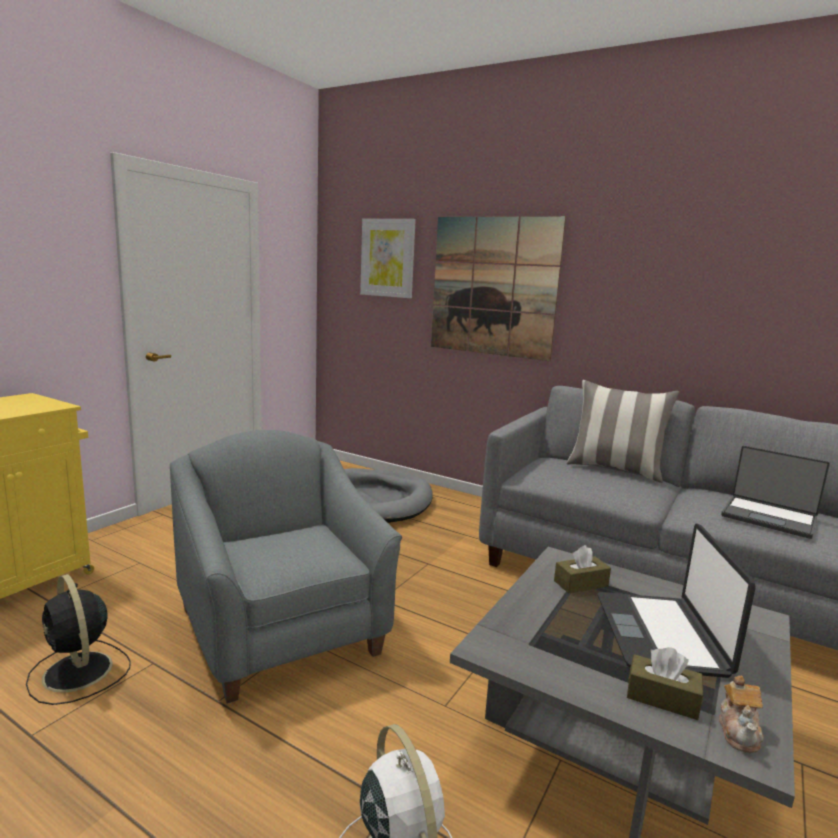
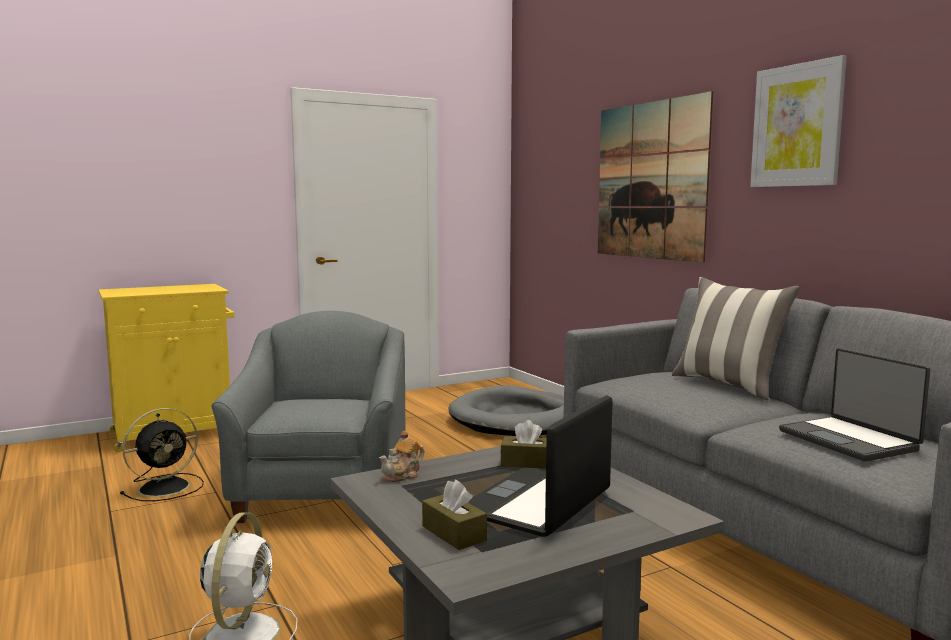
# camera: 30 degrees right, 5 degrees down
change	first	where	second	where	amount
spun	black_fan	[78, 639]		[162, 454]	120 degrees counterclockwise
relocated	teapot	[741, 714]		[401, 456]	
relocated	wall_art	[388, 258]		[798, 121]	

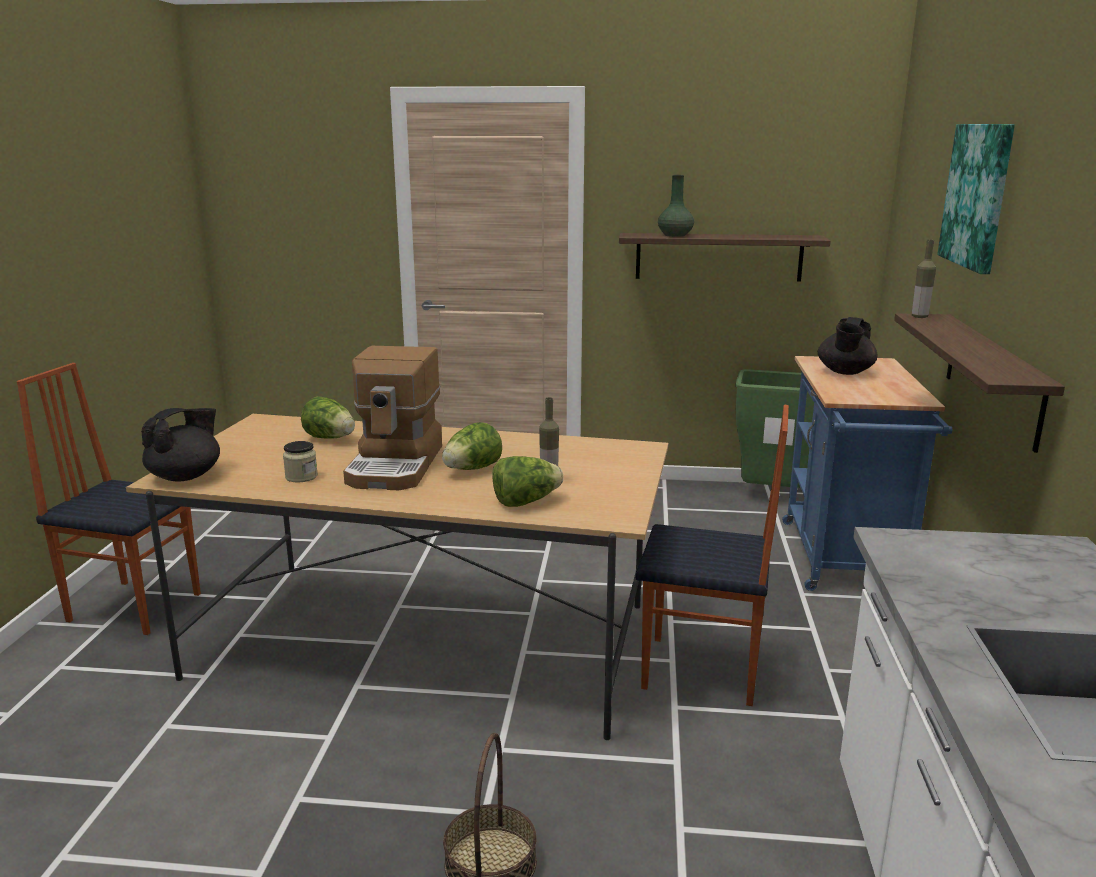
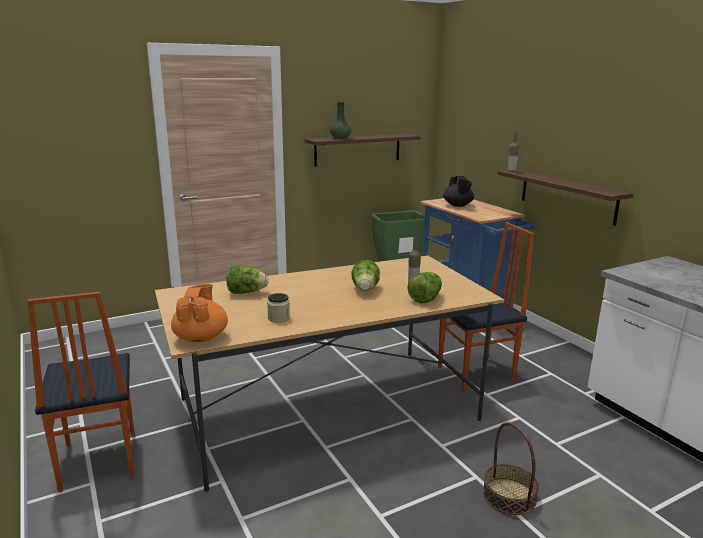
# camera: 35 degrees left, 0 degrees up
change	first	where	second	where	amount
spun	upright_chair	[109, 499]		[80, 392]	90 degrees counterclockwise
colour	black_teapot	[180, 444]	orange-coloured_teapot	[199, 313]	
missing	coffee_machine	[392, 418]			
missing	wall_art	[976, 199]			

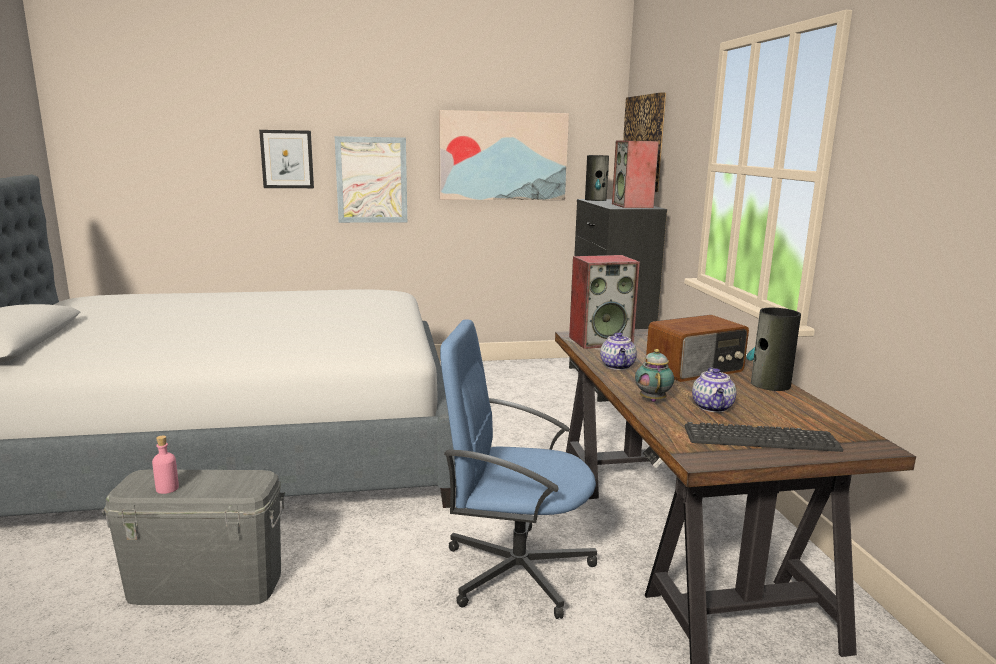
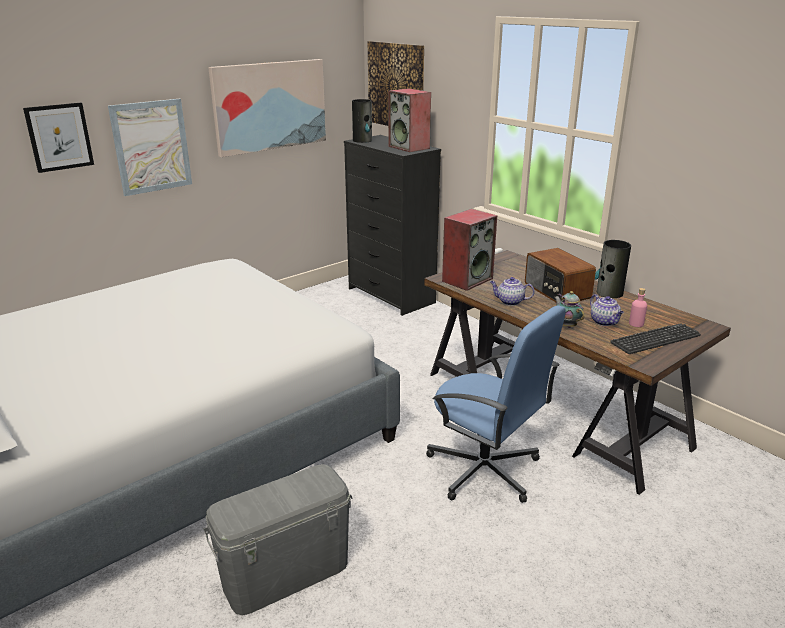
# camera: 30 degrees left, 10 degrees up
change	first	where	second	where	amount
spun	blue-coloured_desk_chair	[518, 469]		[495, 404]	120 degrees counterclockwise
spun	teapot	[618, 351]		[512, 291]	135 degrees clockwise
spun	radio_receiver	[697, 348]		[560, 275]	120 degrees clockwise
relocated	pink-coloured_bottle	[165, 465]		[638, 307]	

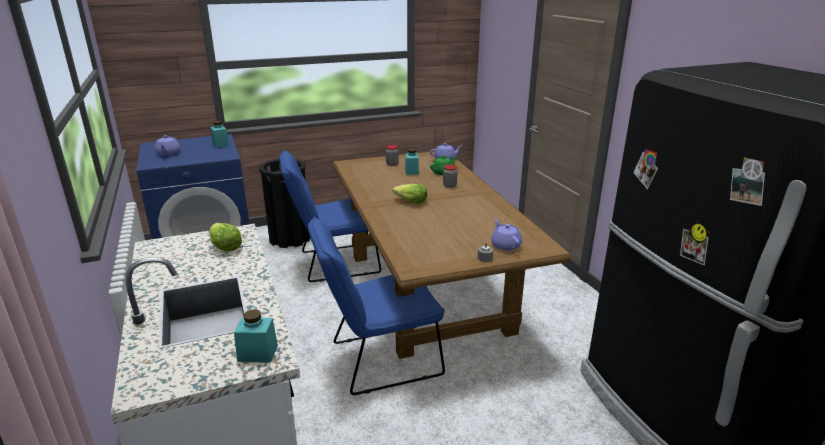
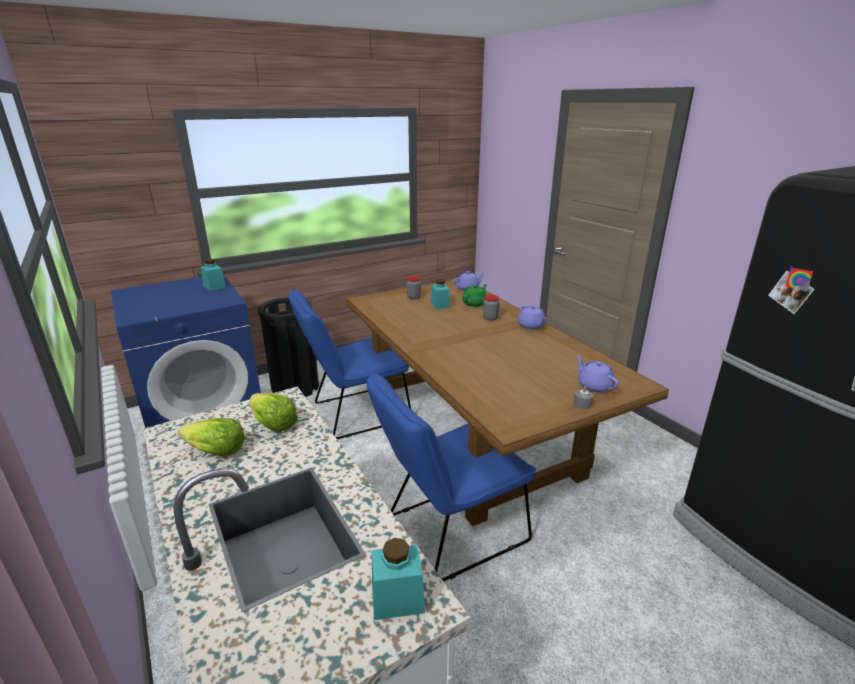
# camera: 10 degrees left, 0 degrees up
change	first	where	second	where	amount
relocated	lettuce	[409, 194]		[211, 437]	
relocated	purple_teapot	[167, 145]		[532, 317]	

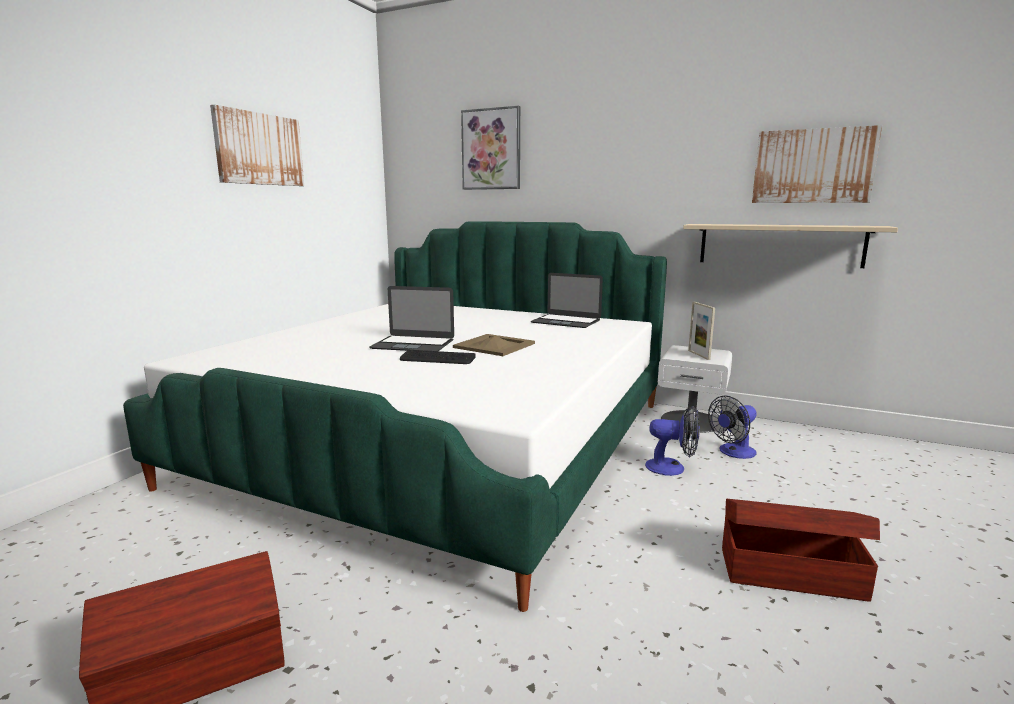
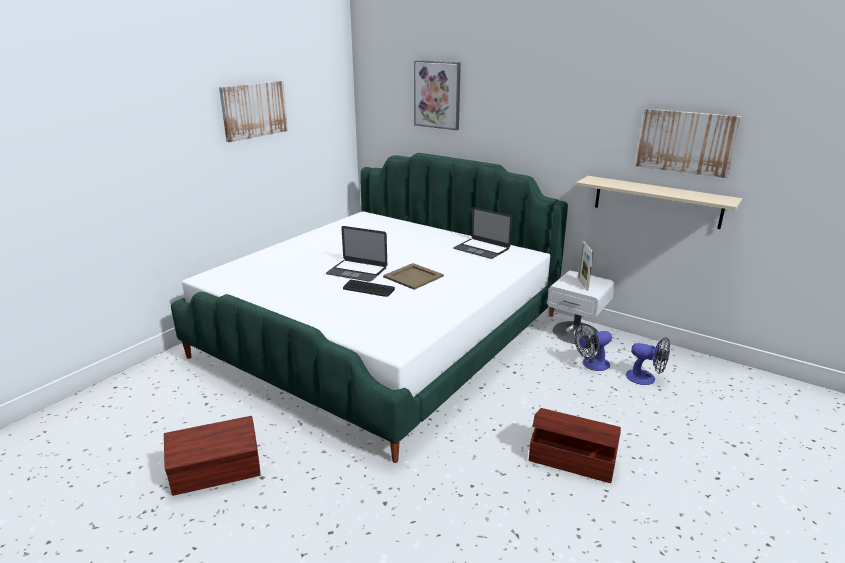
# camera: 10 degrees right, 10 degrees up
change	first	where	second	where	amount
relocated	fan	[672, 441]		[648, 361]	

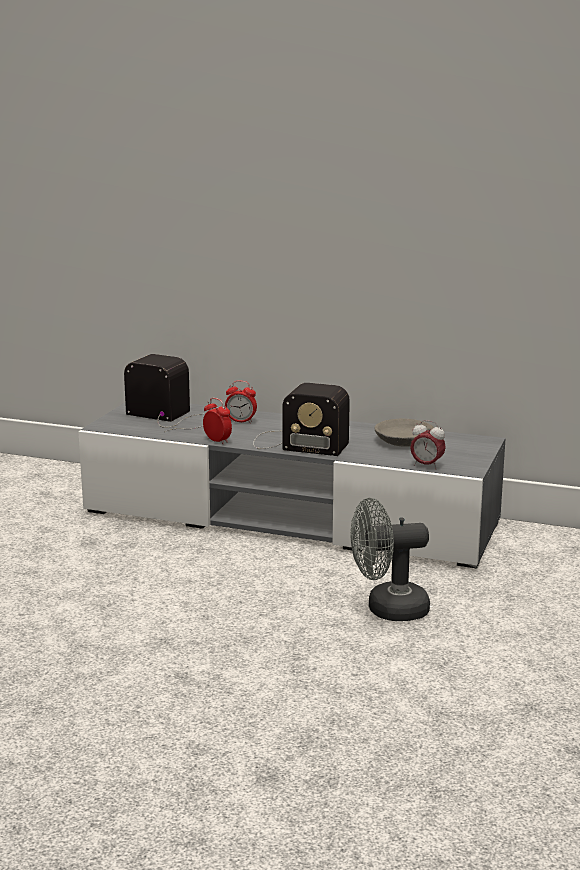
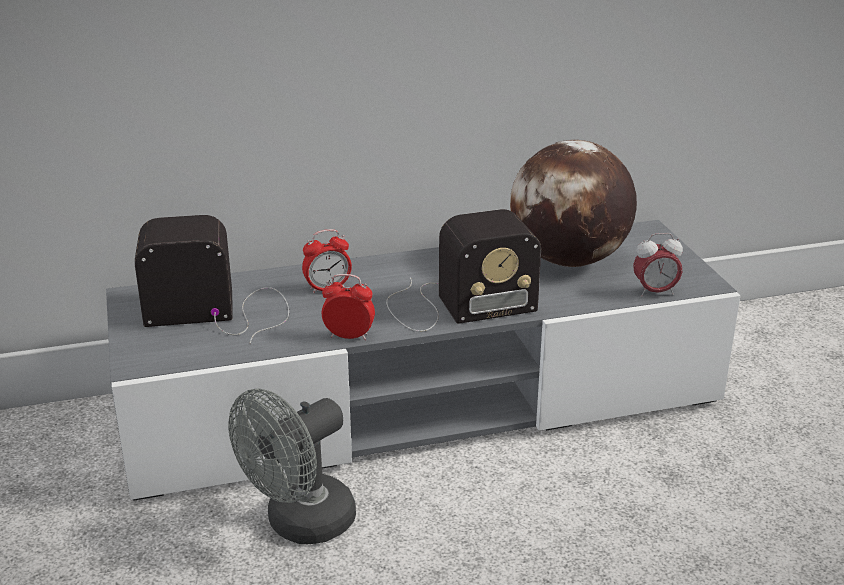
# camera: 35 degrees left, 10 degrees up
change	first	where	second	where	amount
relocated	gray_fan	[390, 559]		[292, 466]	
exchanged	gray_bowl	[404, 433]	world_globe	[573, 203]	

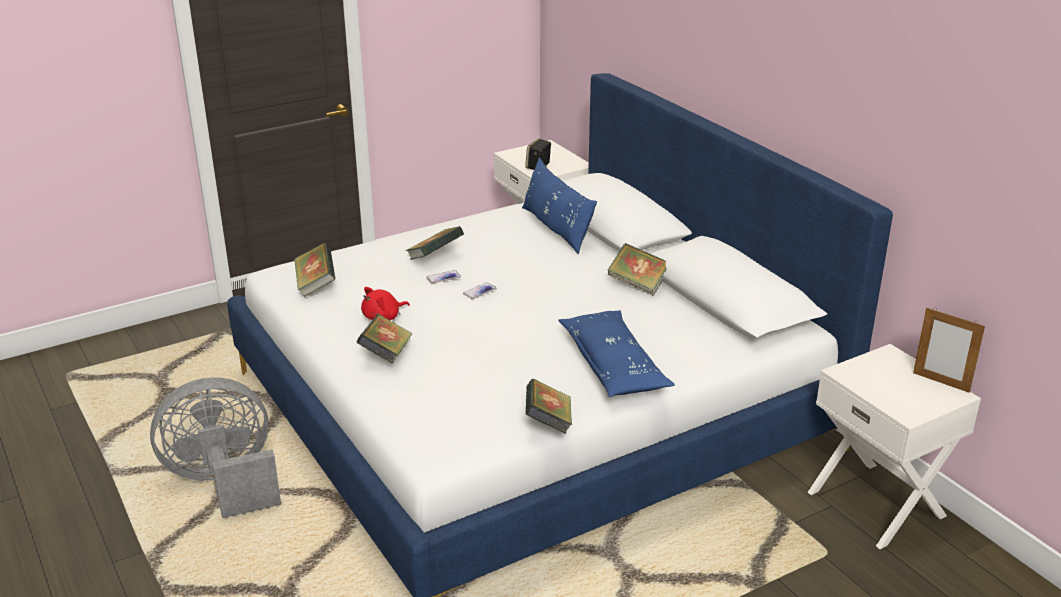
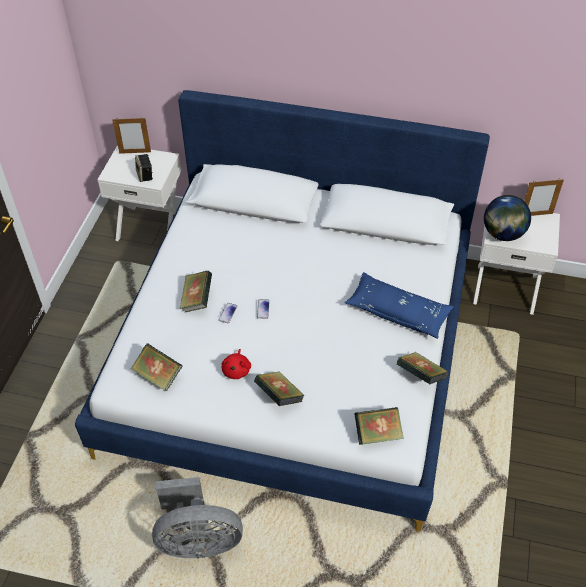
# camera: 45 degrees left, 20 degrees up
change	first	where	second	where	amount
appeared			picture_frame	[131, 135]	
spun	gray_fan	[215, 447]		[197, 518]	120 degrees counterclockwise
relocated	bound_book	[637, 269]		[379, 426]	
appeared			world_globe	[507, 218]	
missing	blue-coloured_pillow	[559, 206]			

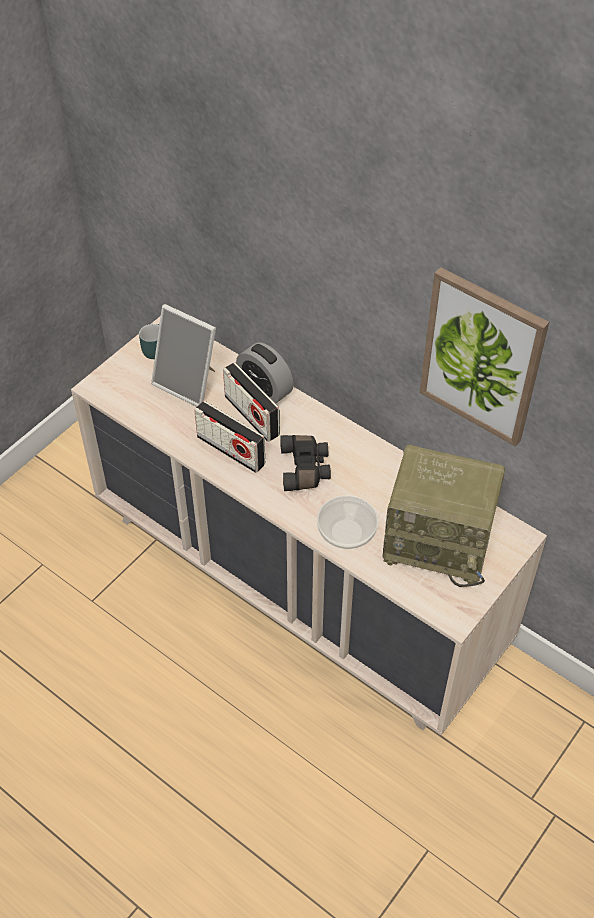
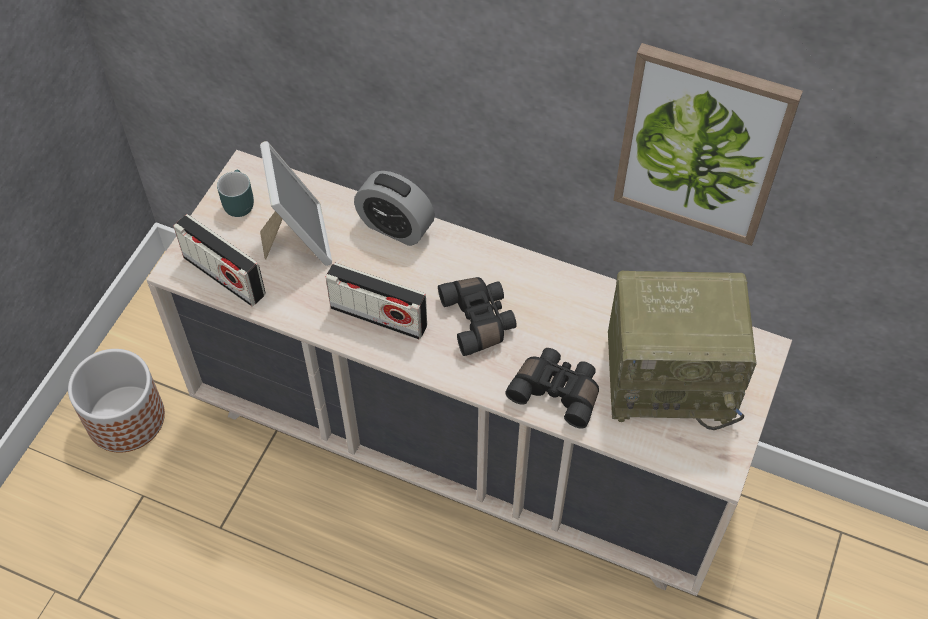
# camera: 15 degrees left, 5 degrees up
change	first	where	second	where	amount
appeared			plant_pot	[116, 401]	
relocated	radio_receiver	[251, 402]		[219, 260]	
spun	picture_frame	[183, 355]		[296, 203]	120 degrees counterclockwise
exchanged	bowl	[348, 522]	black_binoculars	[552, 388]	

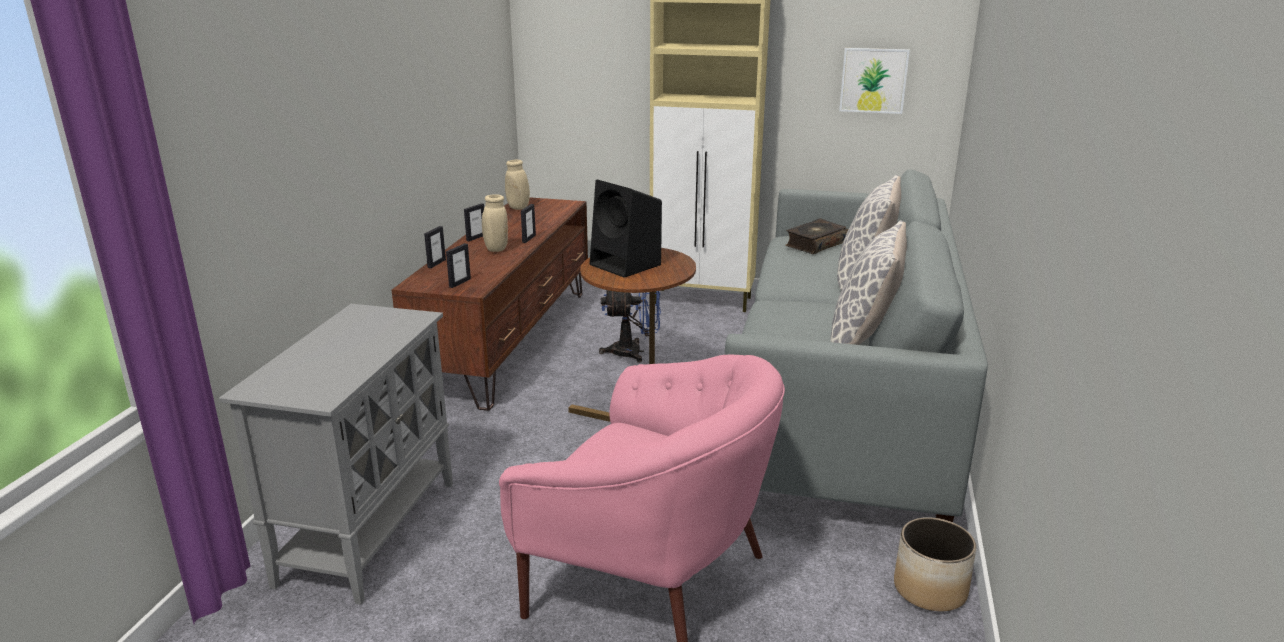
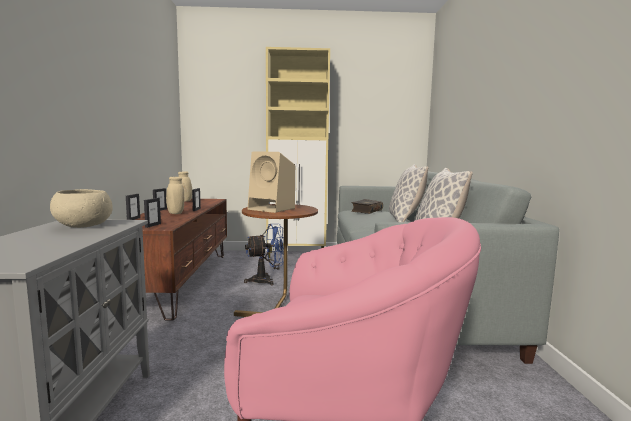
# camera: 15 degrees left, 15 degrees down
change	first	where	second	where	amount
appeared			beige_bowl	[81, 208]	
colour	black_speaker	[626, 228]	beige_speaker	[271, 182]	
missing	wall_art	[874, 81]			
missing	plant_pot	[935, 564]			

